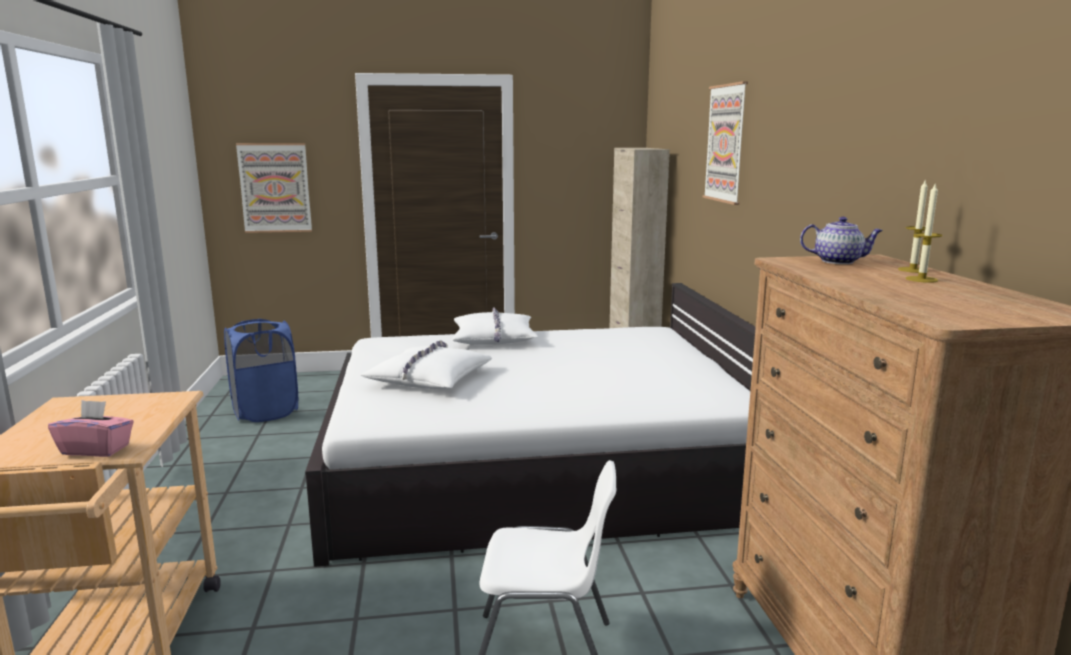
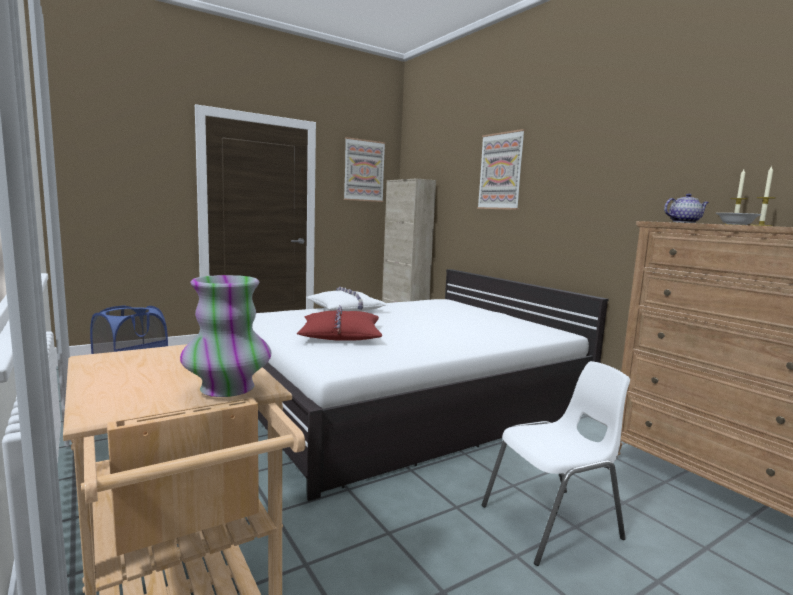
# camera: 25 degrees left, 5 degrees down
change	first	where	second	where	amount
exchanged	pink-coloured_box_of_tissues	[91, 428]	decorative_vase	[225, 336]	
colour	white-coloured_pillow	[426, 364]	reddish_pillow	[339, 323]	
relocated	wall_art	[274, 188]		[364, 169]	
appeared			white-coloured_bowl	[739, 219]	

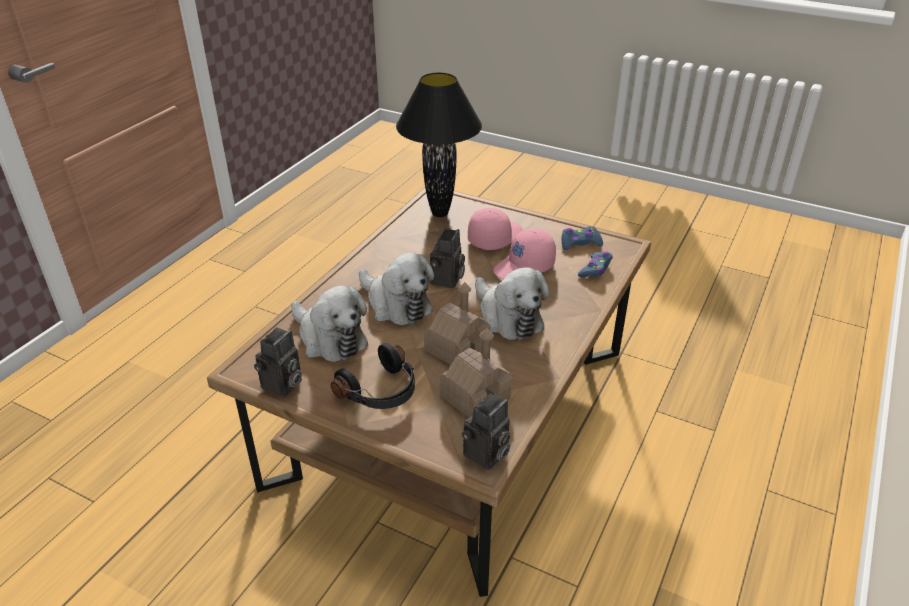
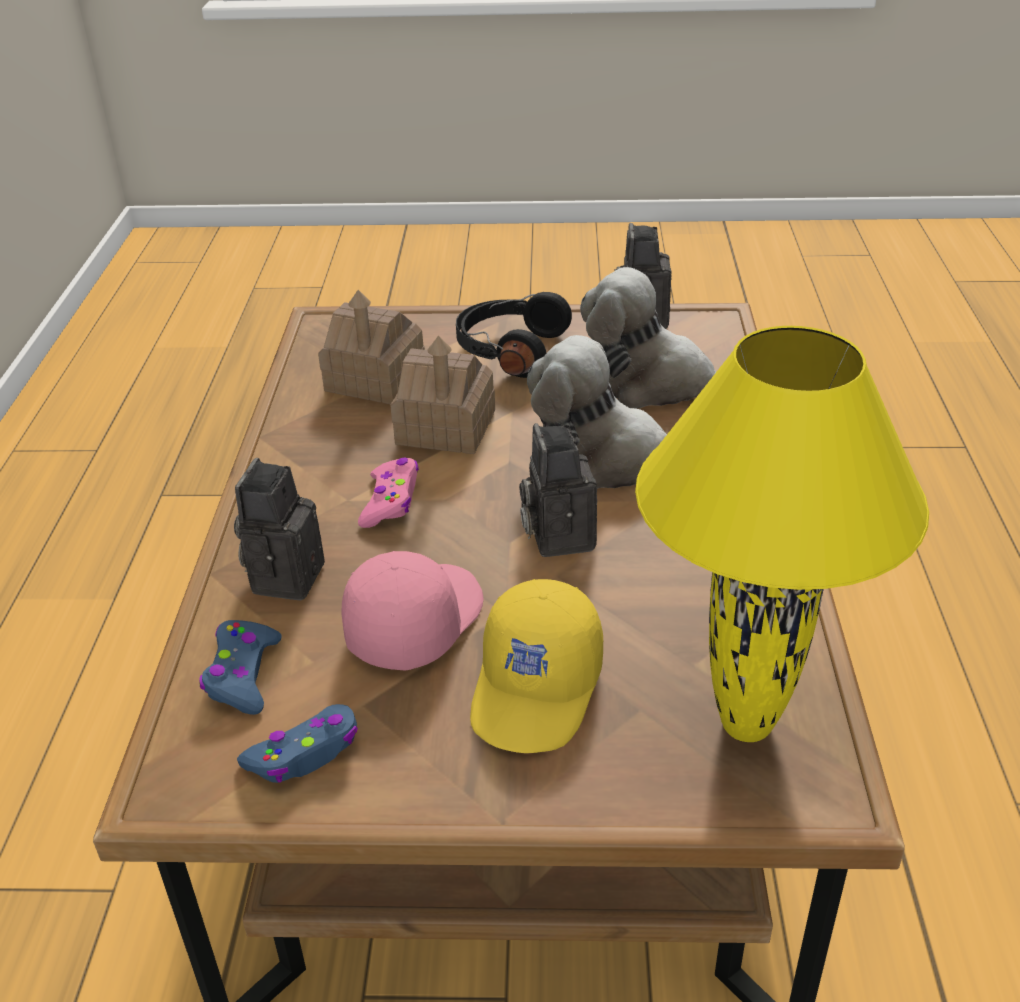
# camera: 155 degrees right, 0 degrees up
change	first	where	second	where	amount
relocated	photo_camera	[486, 431]		[279, 529]	
exchanged	soft_toy	[512, 304]	pink-coloured_gamepad	[388, 492]	
colour	pink-coloured_peaked_cap	[495, 229]	yellow-coloured_peaked_cap	[536, 666]	
colour	black_tabletop_lamp	[439, 145]	yellow-coloured_tabletop_lamp	[782, 534]	

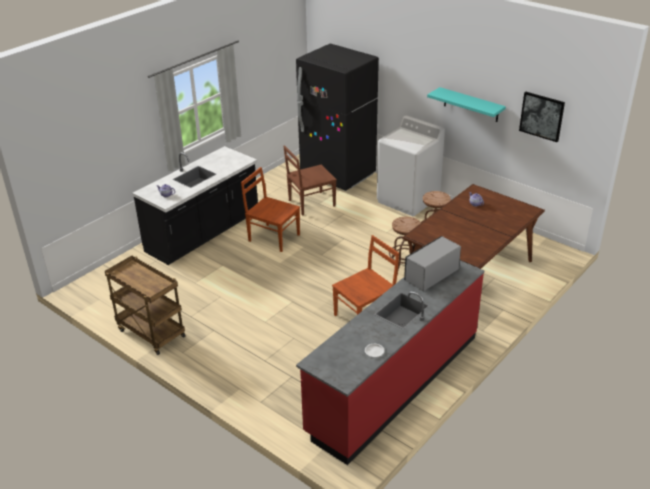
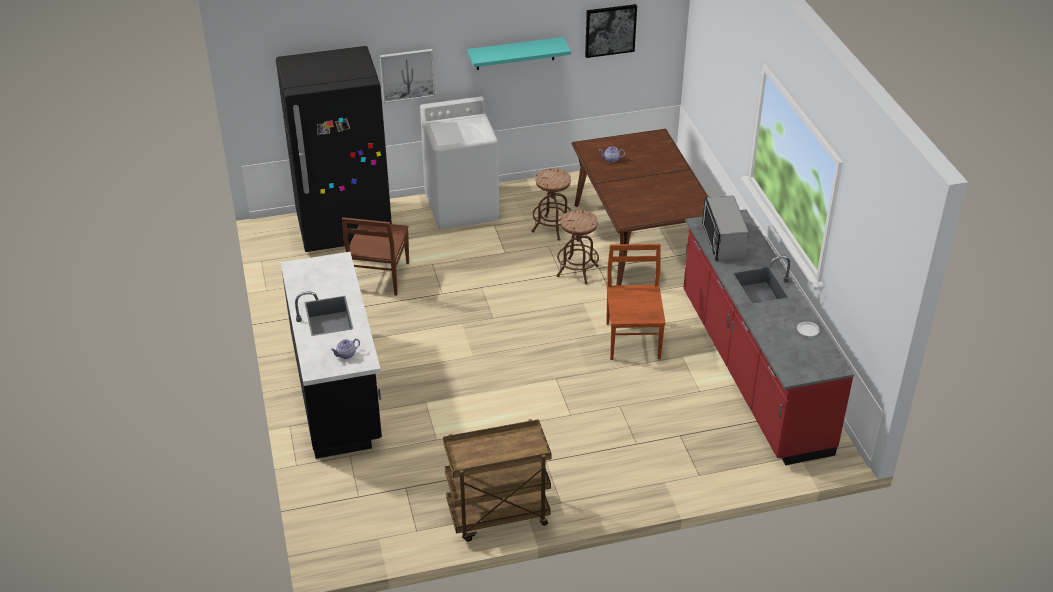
# camera: 55 degrees left, 5 degrees up
change	first	where	second	where	amount
appeared			wall_art	[407, 76]	
missing	brownish_upright_chair	[270, 209]			

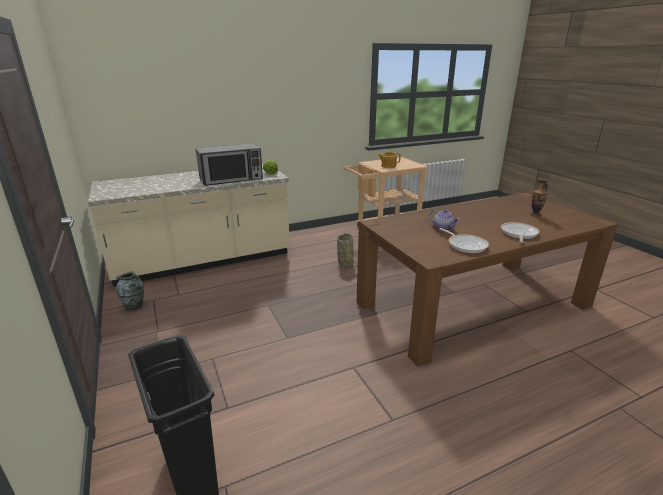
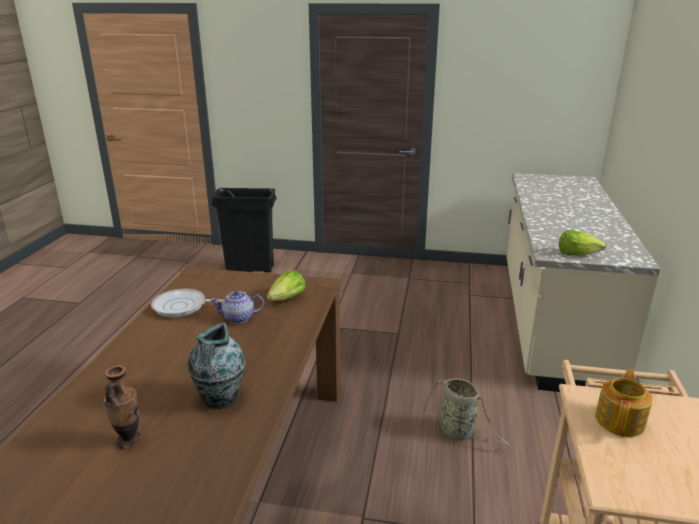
# camera: 125 degrees right, 0 degrees up
change	first	where	second	where	amount
relocated	decorative_vase	[130, 290]		[216, 365]	
appeared			lettuce	[286, 286]	
missing	microwave	[229, 164]			
missing	skillet	[520, 232]			

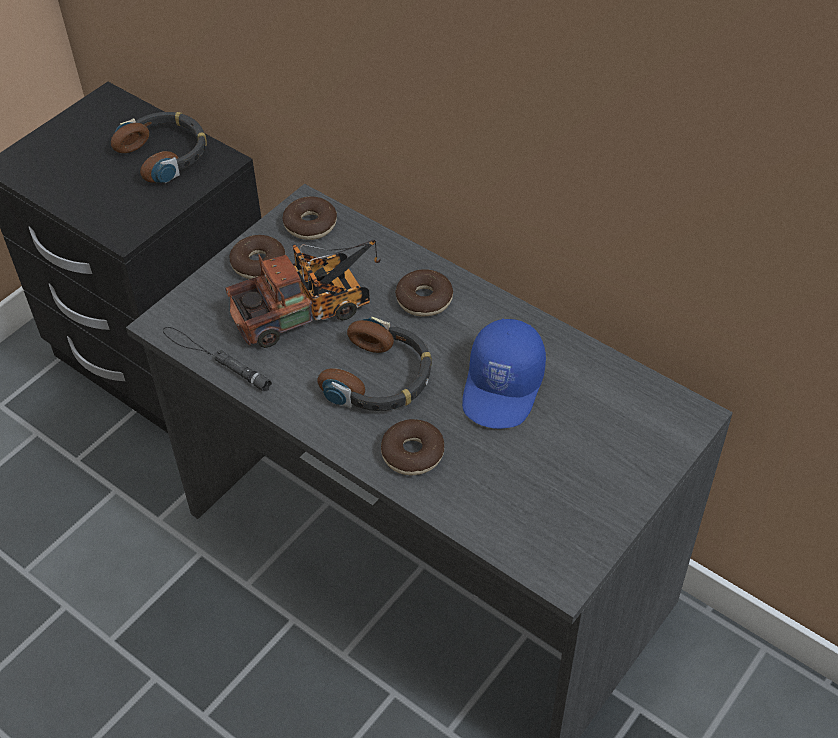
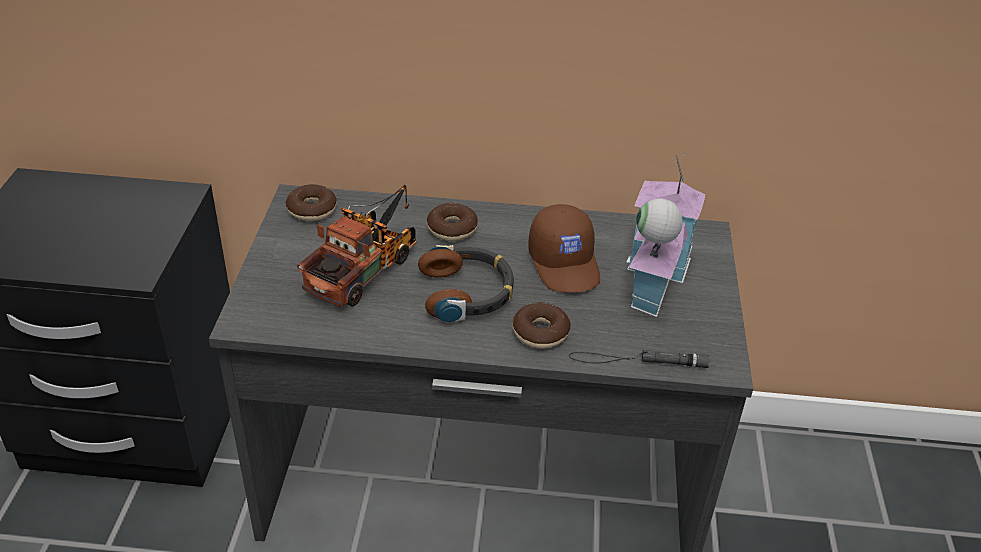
# camera: 35 degrees left, 10 degrees down
change	first	where	second	where	amount
colour	blue-coloured_peaked_cap	[504, 374]	brownish_peaked_cap	[564, 248]	
relocated	black_flashlight	[217, 359]		[639, 359]	
appeared			model_house	[666, 235]	
missing	pair_of_headphones	[159, 147]			
missing	donut	[257, 257]			

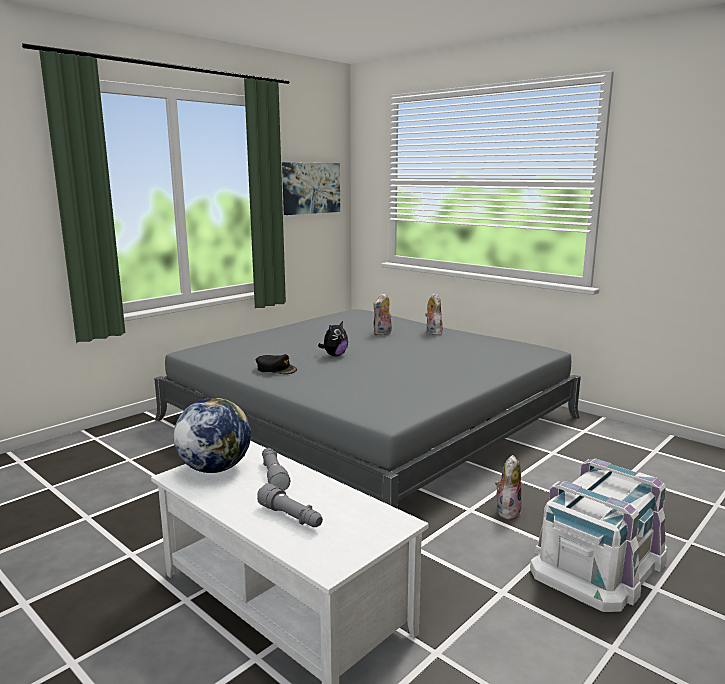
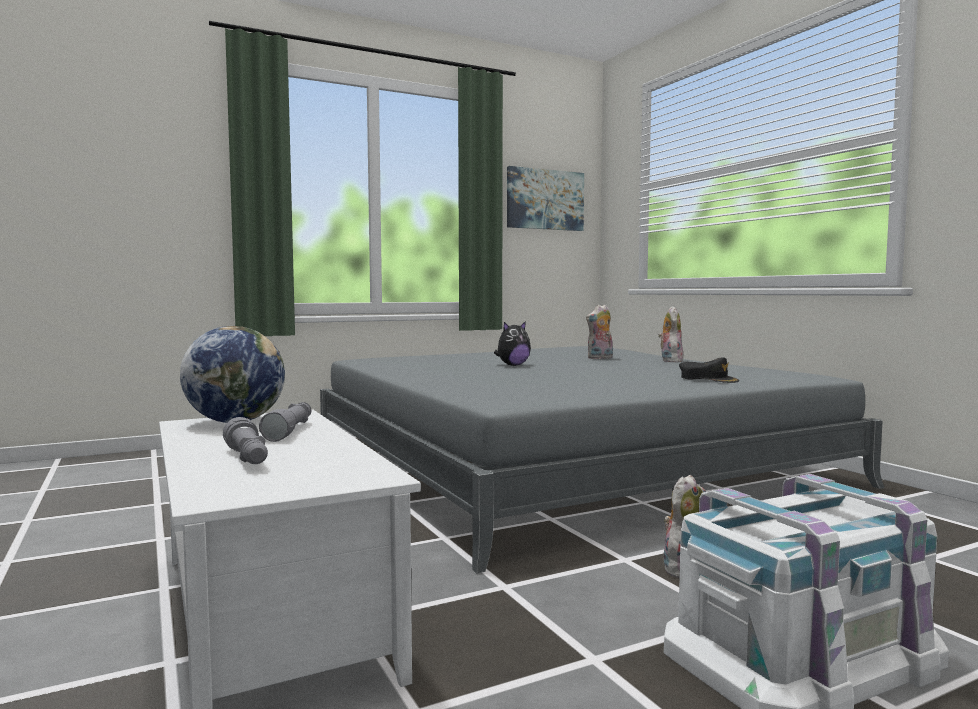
# camera: 20 degrees right, 10 degrees down
change	first	where	second	where	amount
relocated	black_peaked_cap	[276, 364]		[709, 370]	

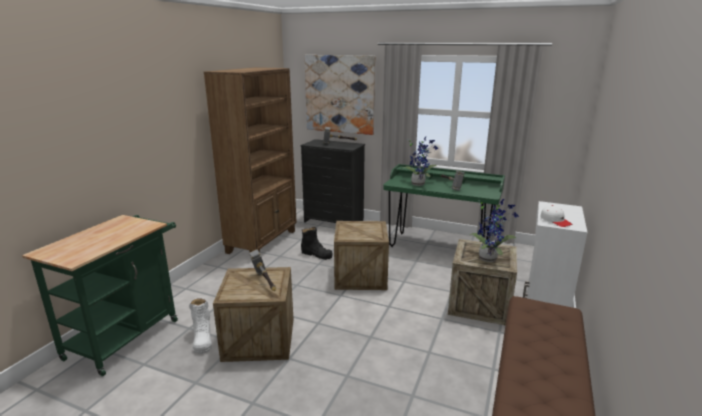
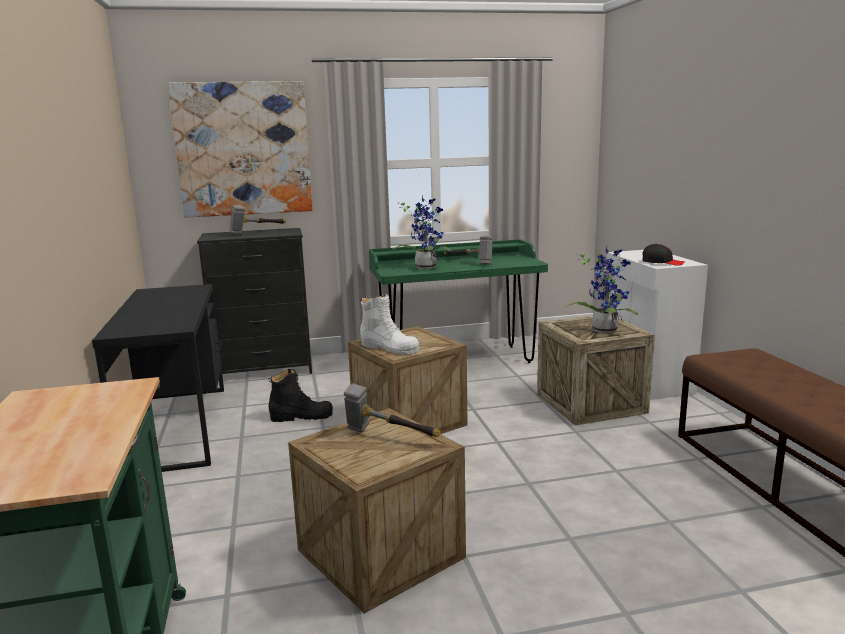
# camera: 35 degrees left, 5 degrees down
change	first	where	second	where	amount
exchanged	brownish_bookshelf	[250, 160]	black_desk_unit	[158, 378]	
relocated	white-coloured_tall_boot	[200, 326]		[389, 324]	
colour	white-coloured_peaked_cap	[556, 216]	black_peaked_cap	[663, 254]	

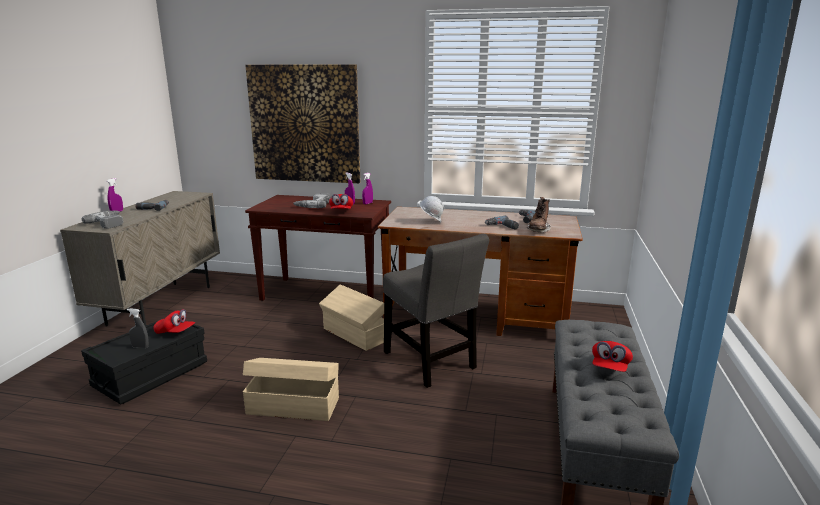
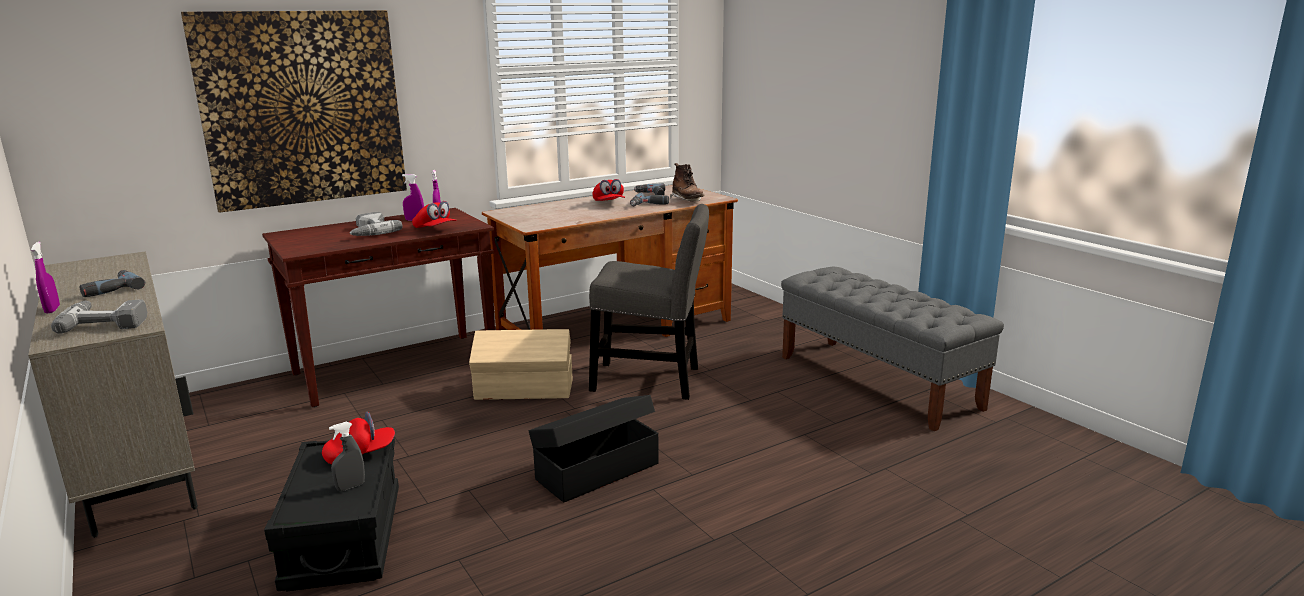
# camera: 45 degrees left, 0 degrees up
change	first	where	second	where	amount
colour	beige_storage_box	[291, 389]	black_storage_box	[594, 448]	
relocated	reddish_peaked_cap	[612, 356]		[608, 190]	
missing	white-coloured_hard_hat	[431, 209]			

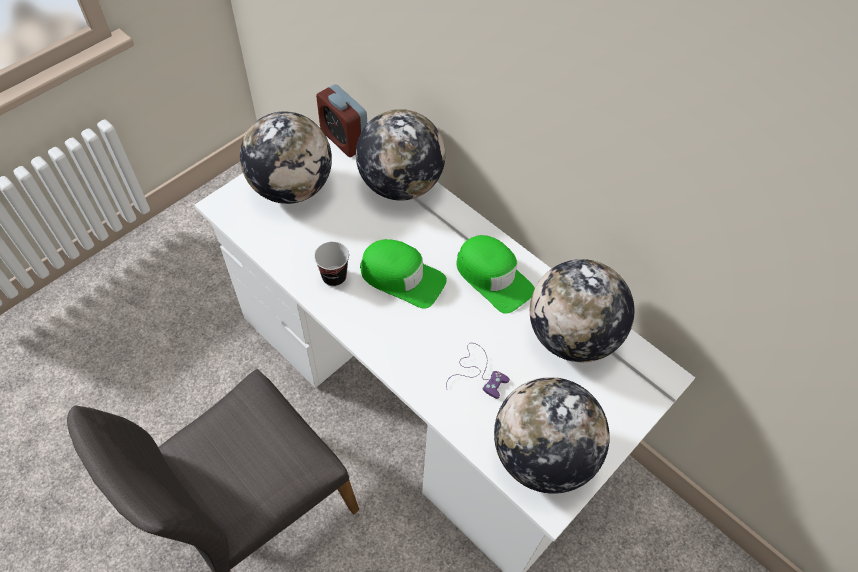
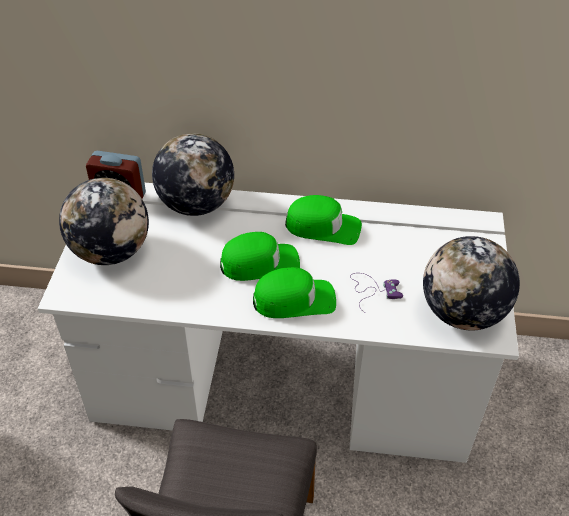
# camera: 35 degrees left, 10 degrees down
change	first	where	second	where	amount
appeared			green_peaked_cap	[294, 292]	
missing	drinking_cup	[331, 264]			
missing	world_globe	[582, 310]			

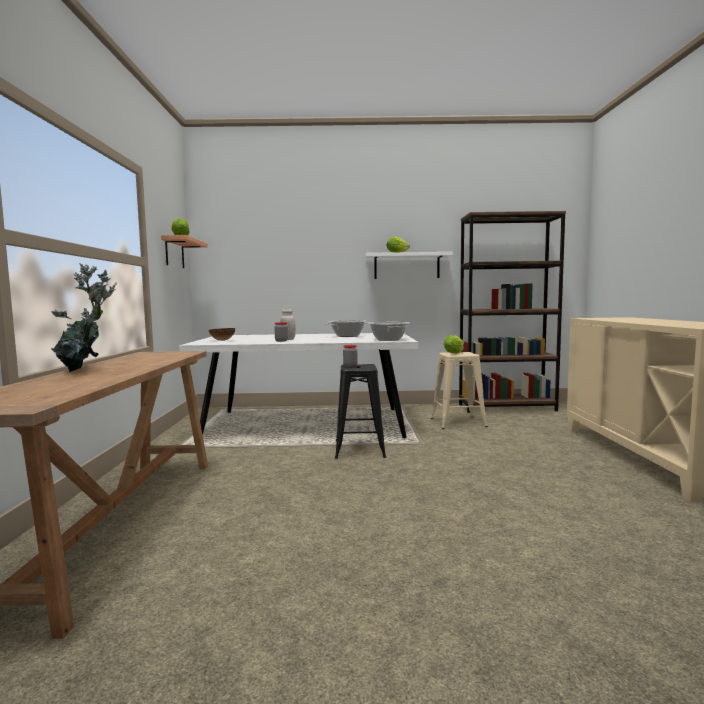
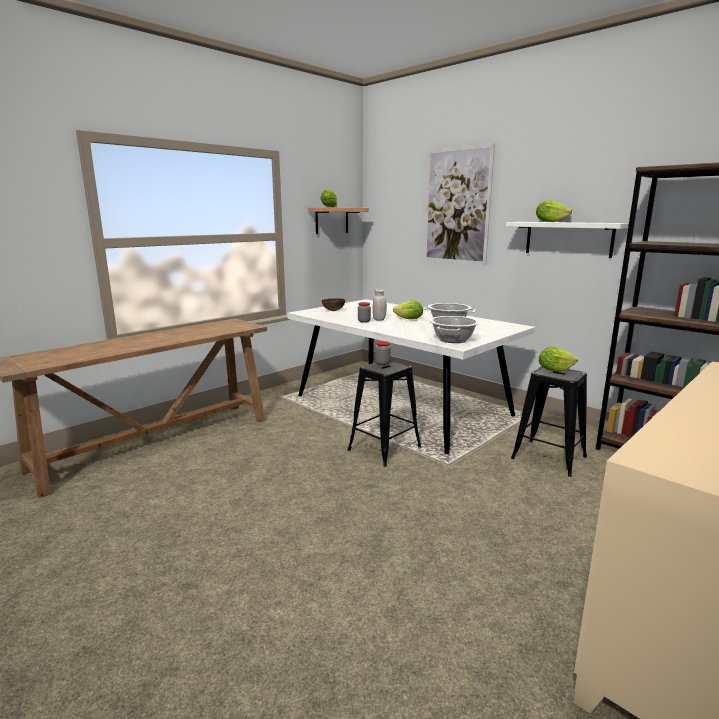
# camera: 45 degrees right, 10 degrees up
change	first	where	second	where	amount
appeared			lettuce	[408, 309]	
appeared			wall_art	[459, 204]	
colour	beige_stool	[459, 390]	black_stool	[549, 421]	
missing	plant_in_a_pot	[84, 317]			

